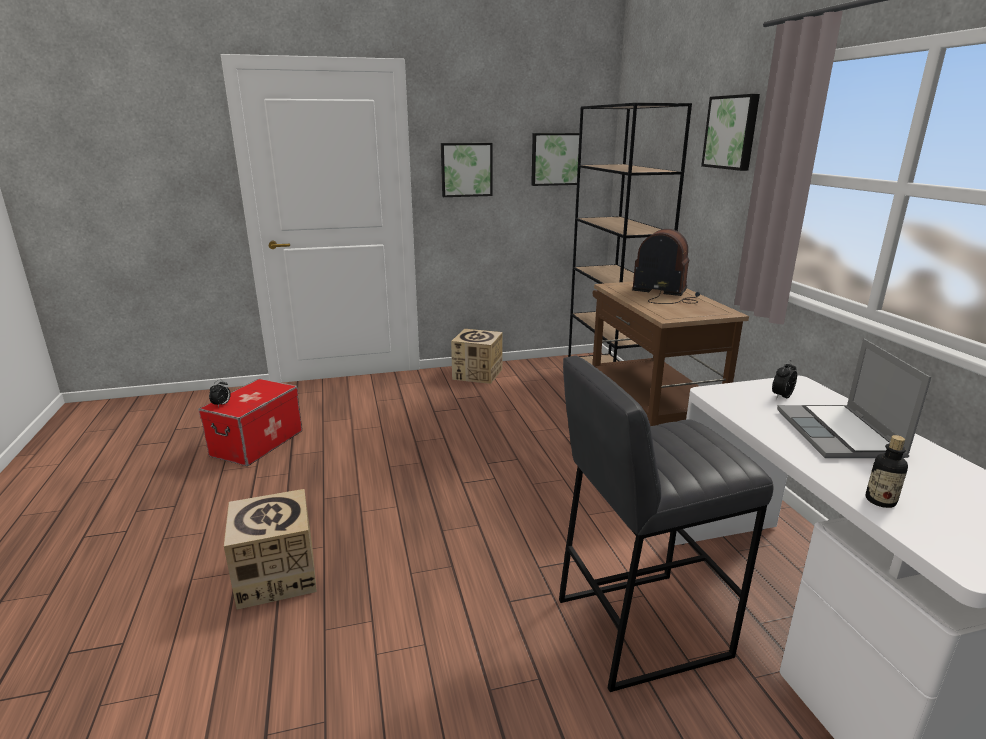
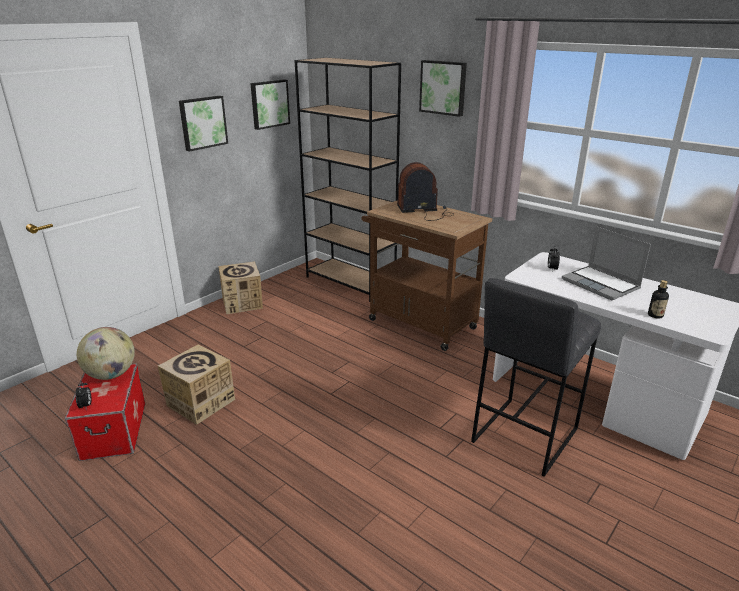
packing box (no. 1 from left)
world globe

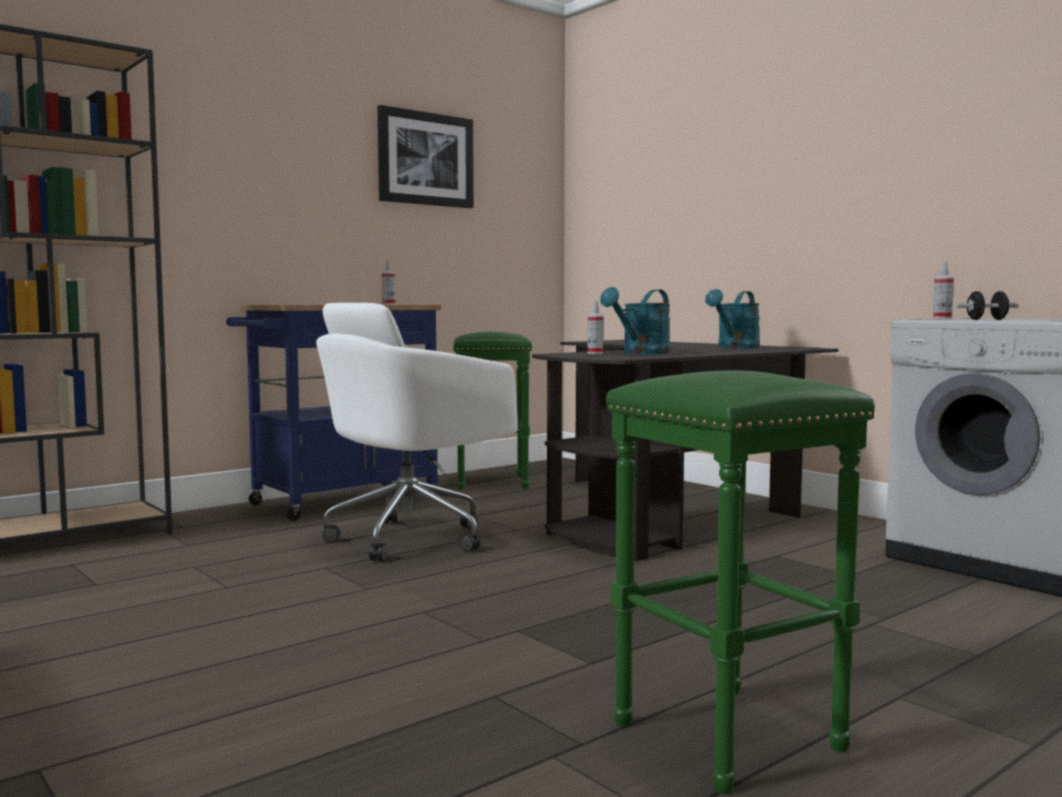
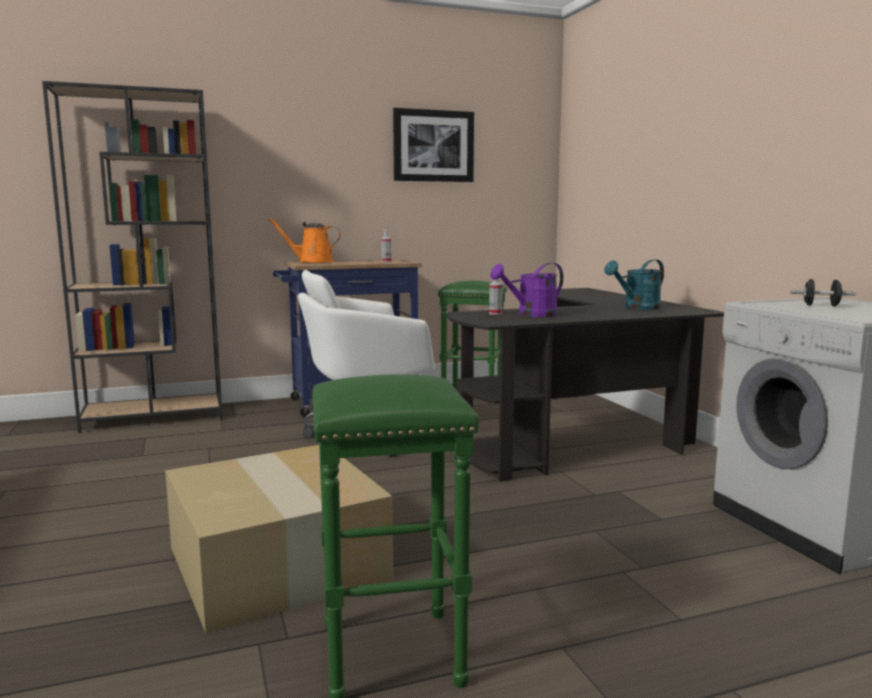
hand sprayer (no. 3 from left in the first image)
purple sprinkling can
orange-coloured sprinkling can
packing box

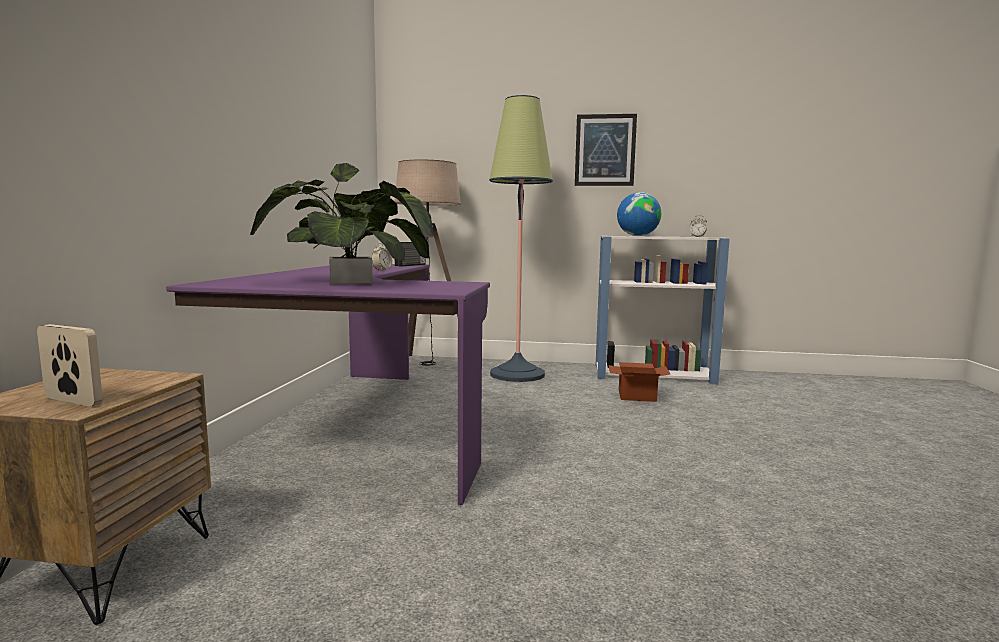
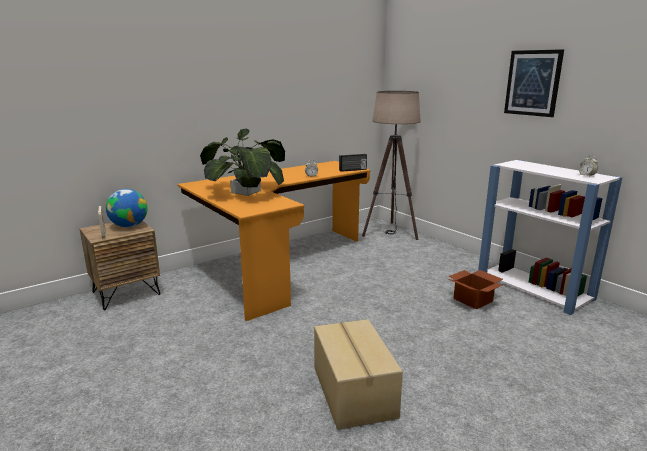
floor lamp (no. 2 from left in the first image)
world globe
orange-coloured desk unit
packing box (no. 1 from left)

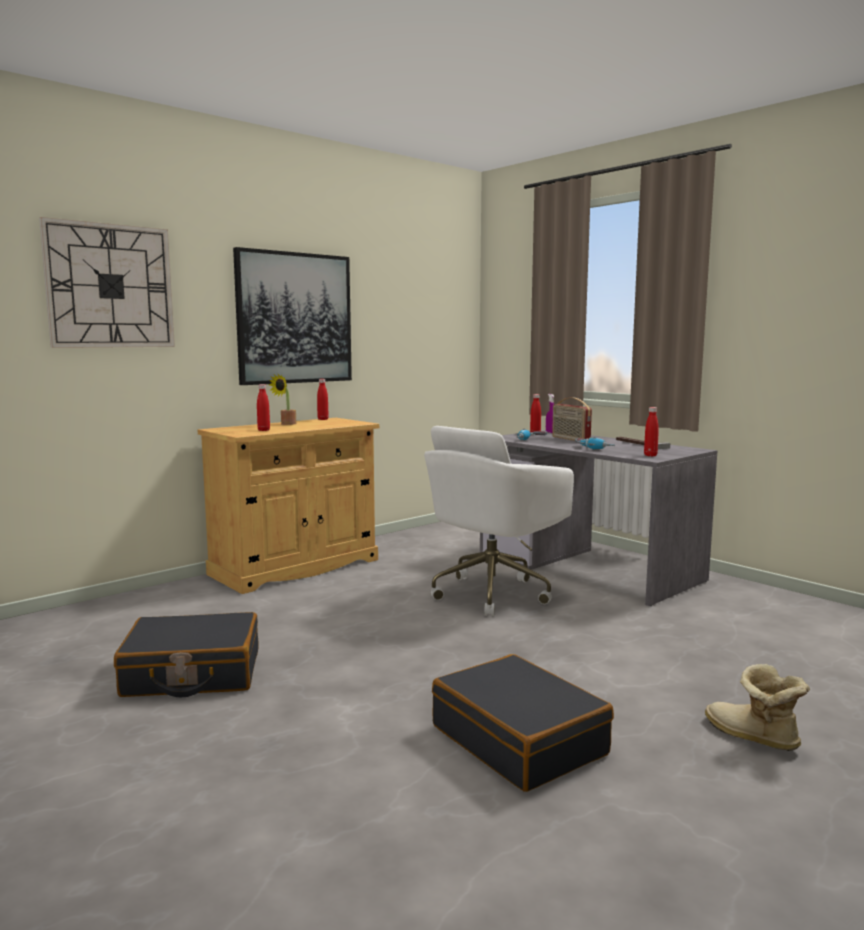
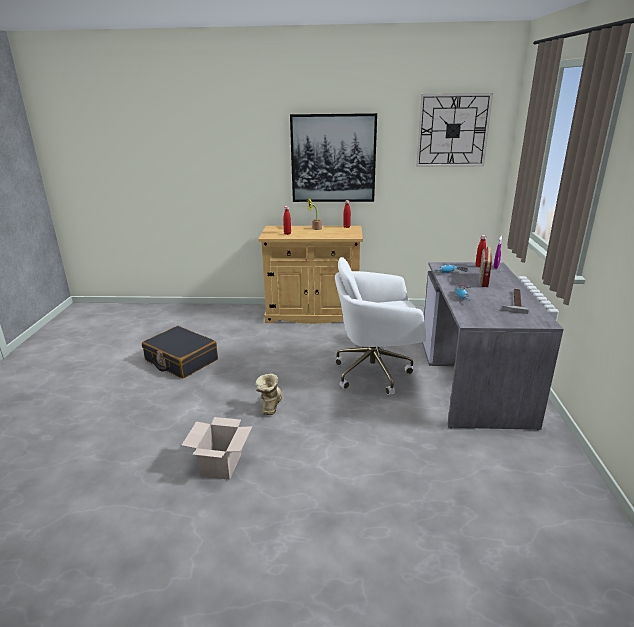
hanging clock
reddish drink bottle (no. 4 from left in the first image)
packing box
high-top boot

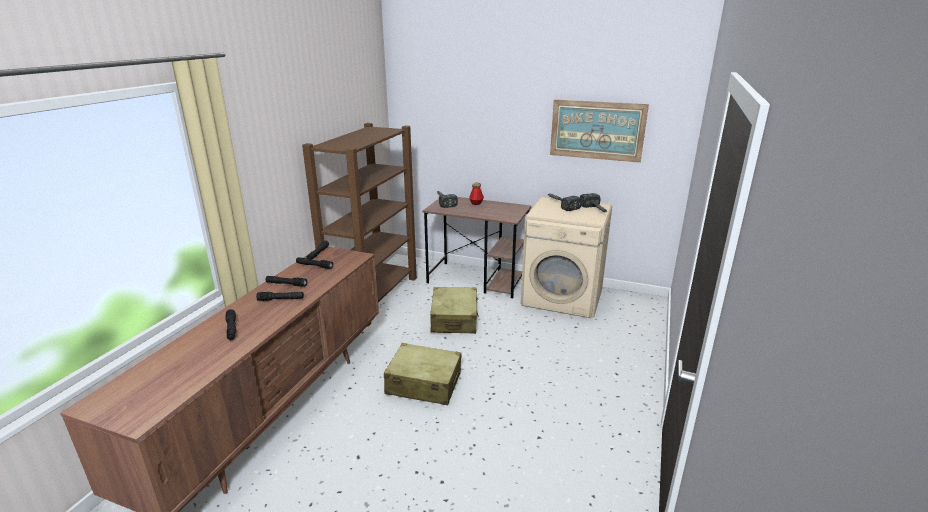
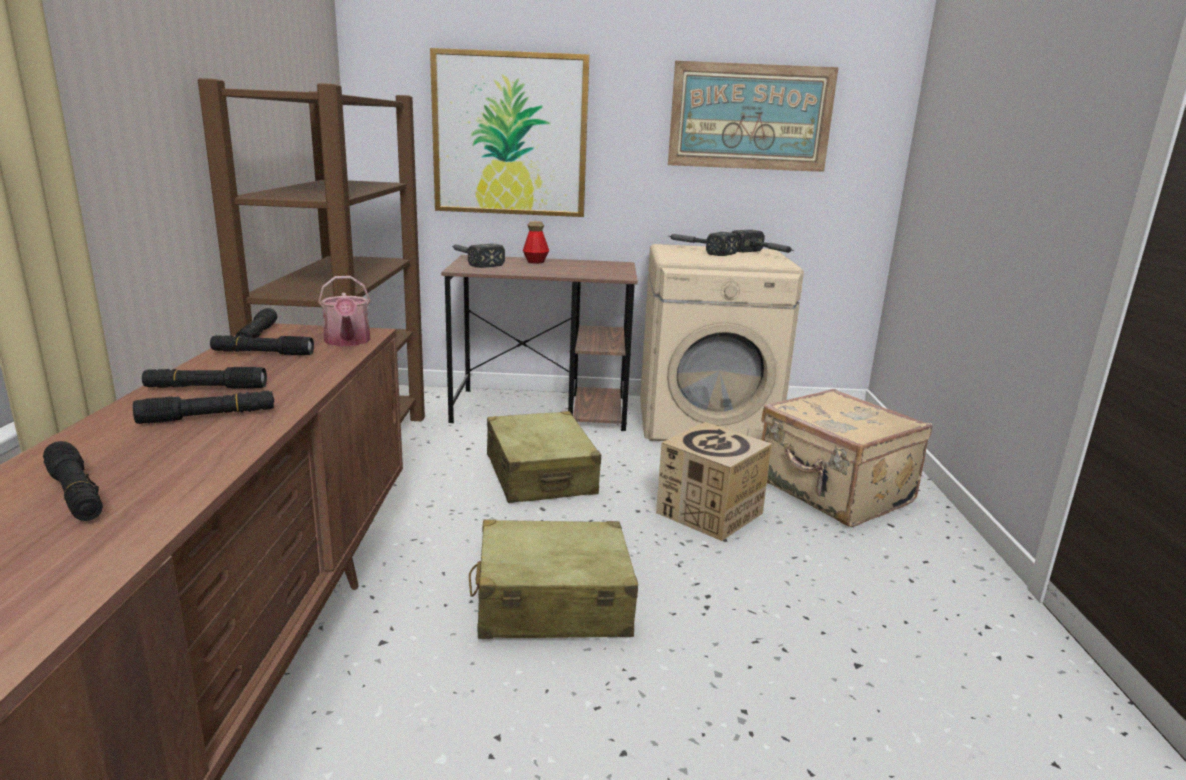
picture (no. 1 from left)
sprinkling can
beige-coloured piece of luggage (no. 3 from left)
packing box

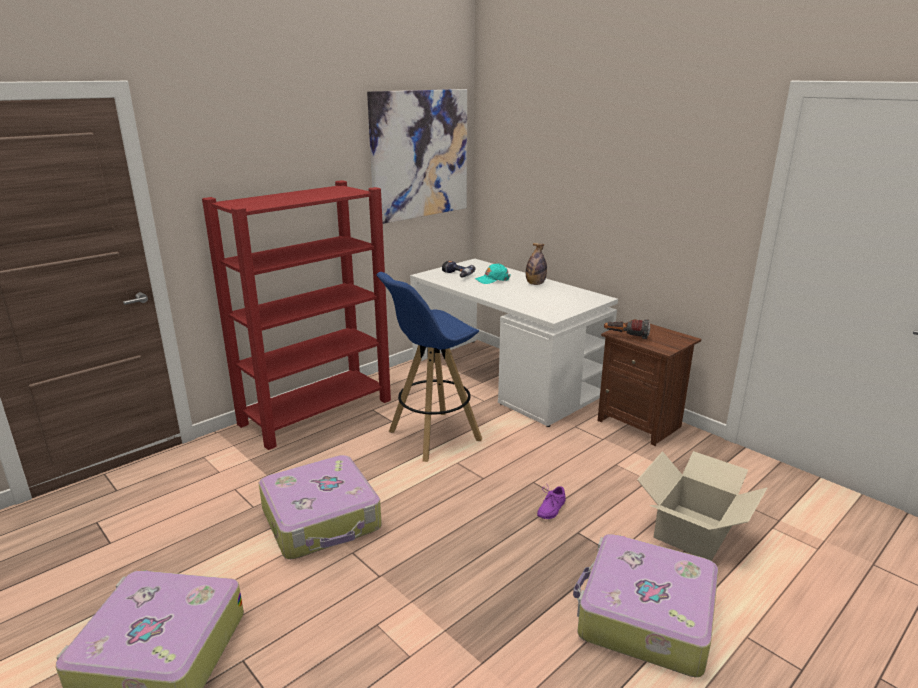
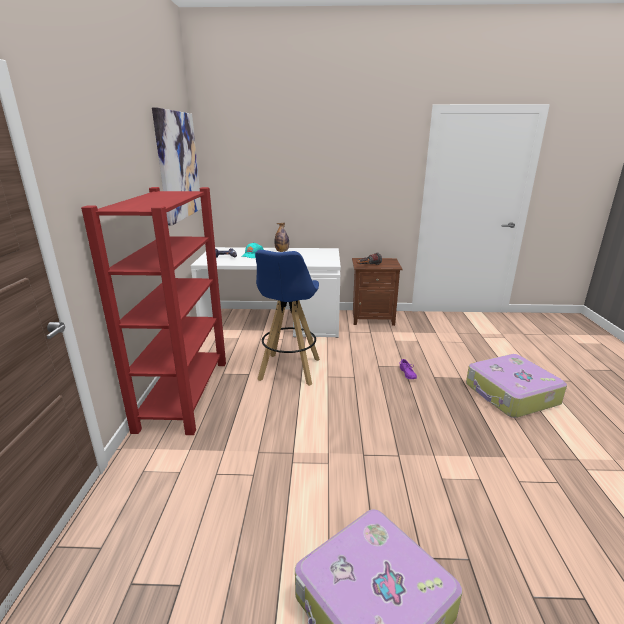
packing box
piece of luggage (no. 2 from left in the first image)

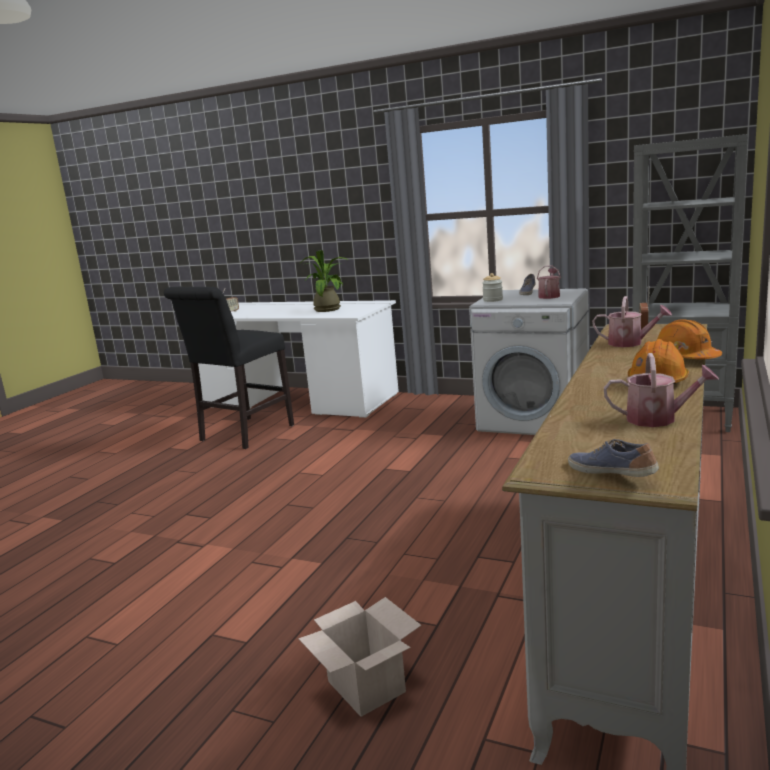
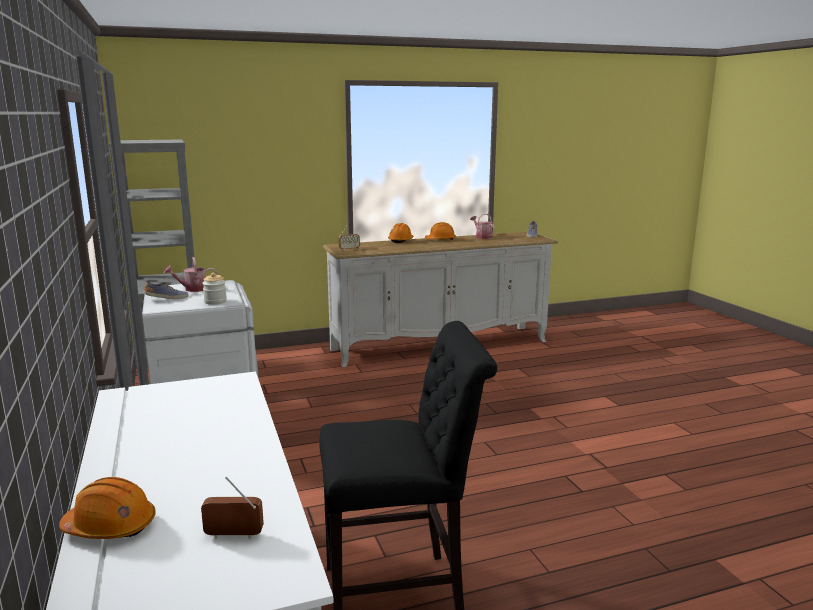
houseplant
sprinkling can (no. 2 from left in the first image)
packing box
orange-coloured work helmet (no. 1 from left)

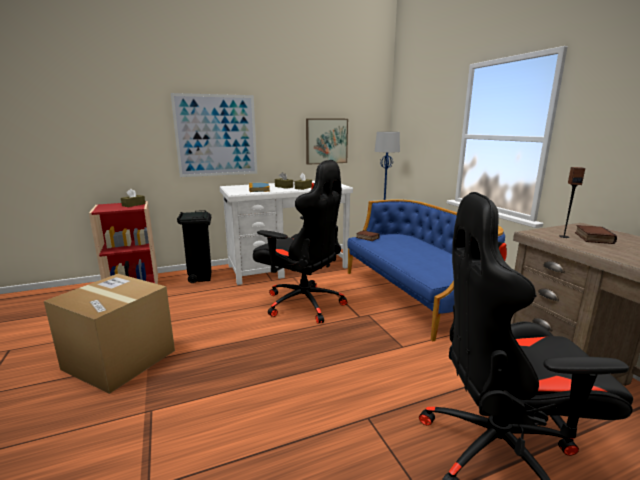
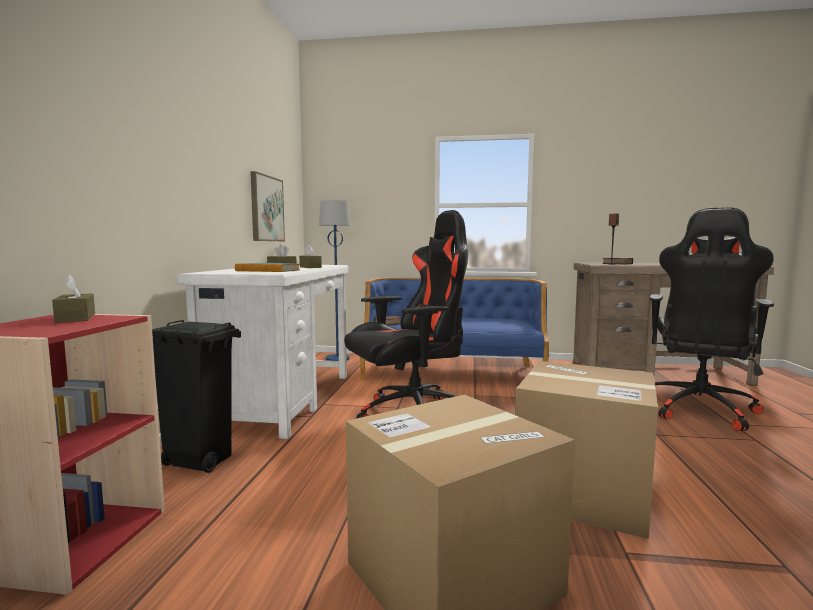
picture (no. 1 from left in the first image)
packing box (no. 2 from left)

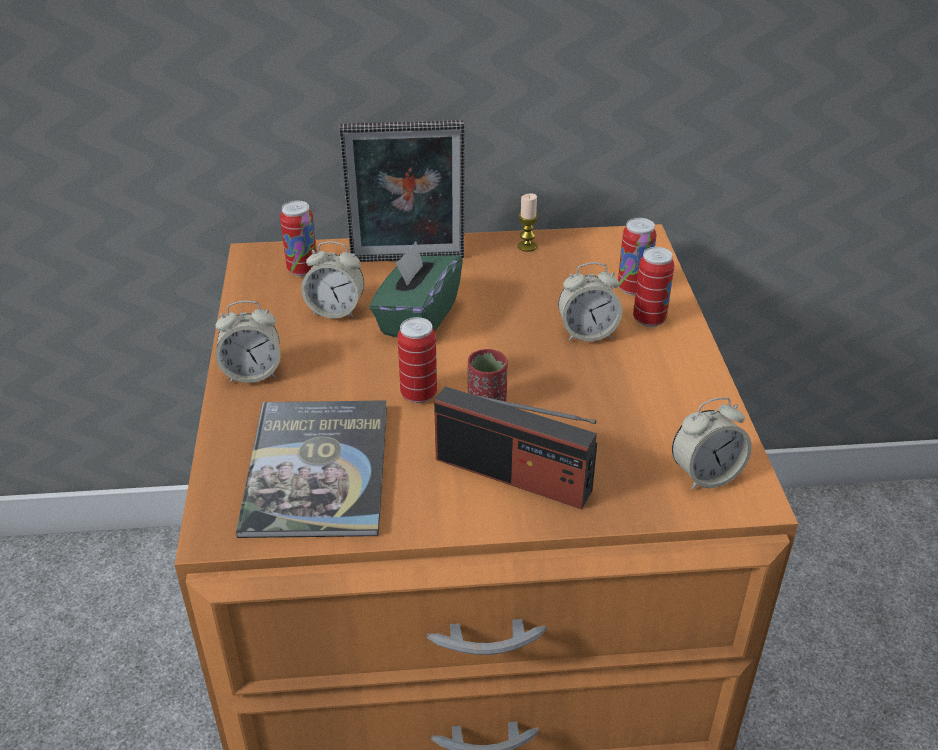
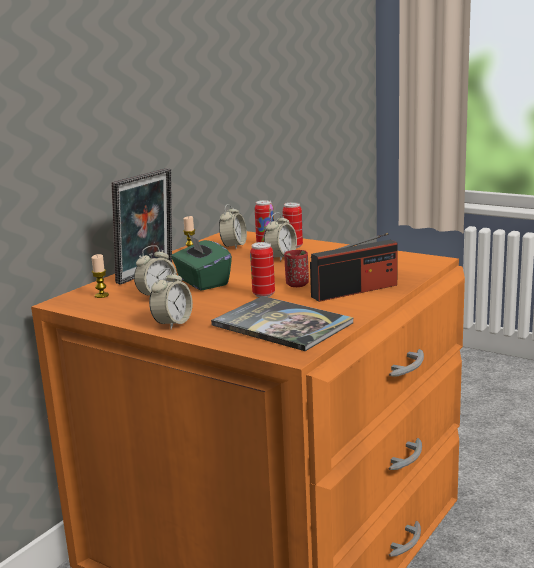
wax candle (no. 1 from left)
bedside clock (no. 3 from left)

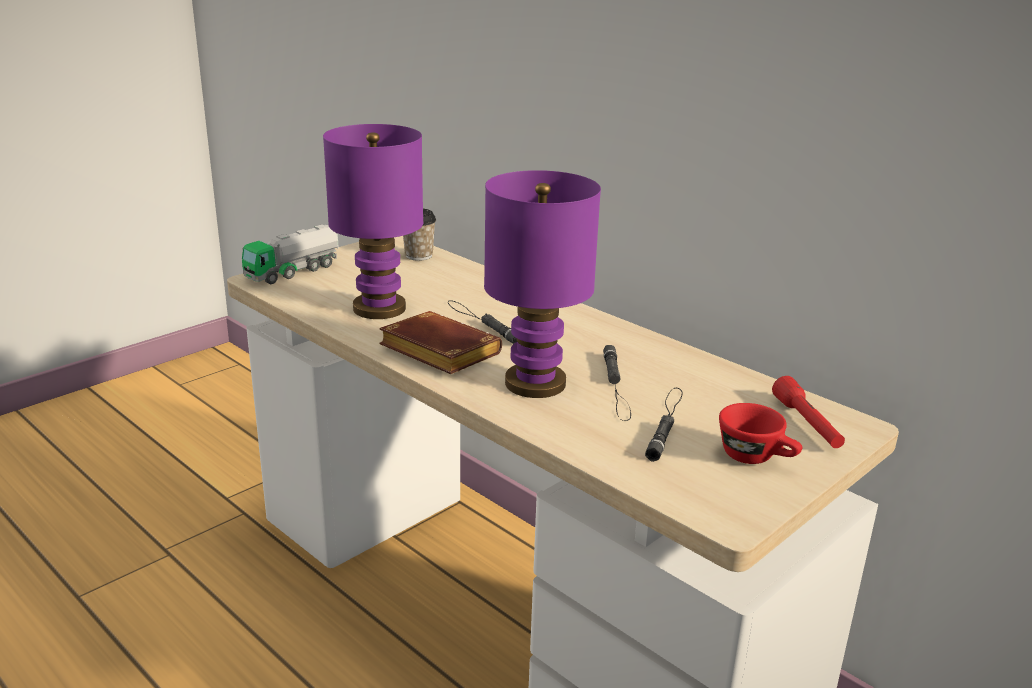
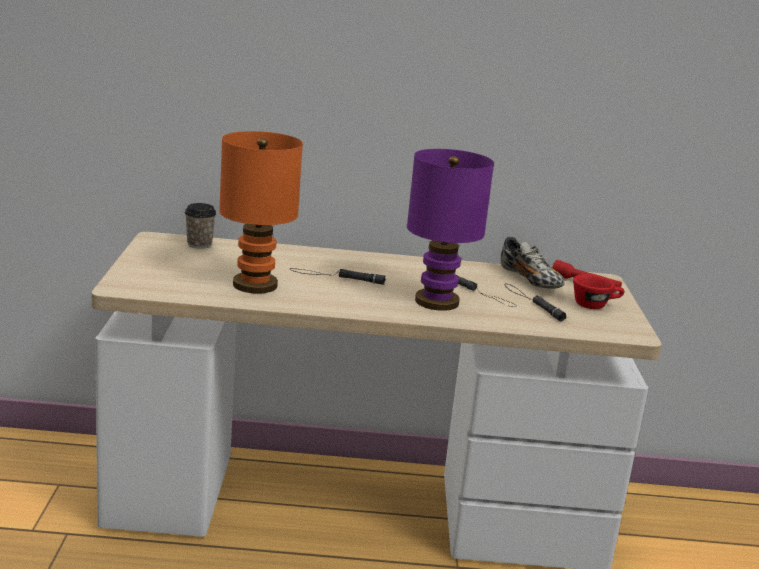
orange-coloured lamp for a table
toy lorry
brown bound book
shoe

